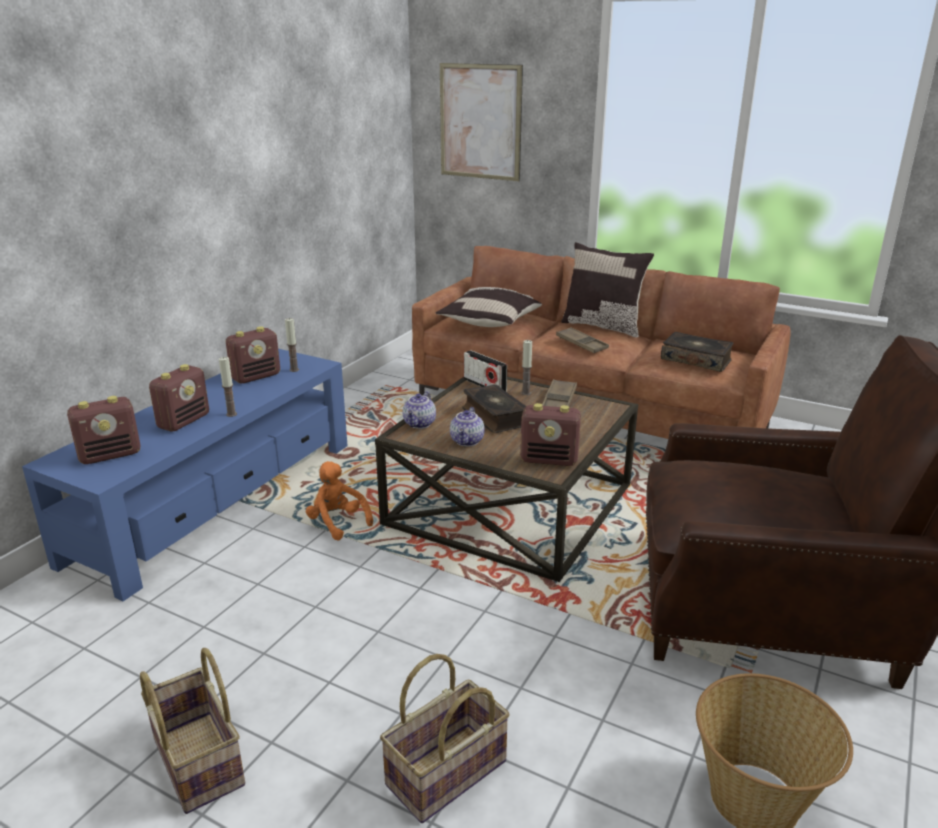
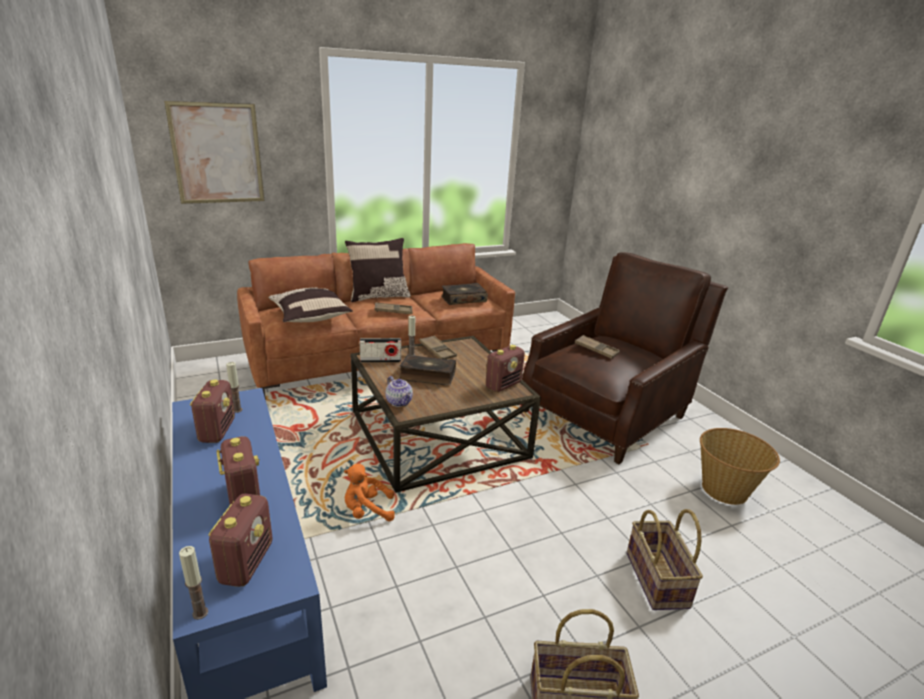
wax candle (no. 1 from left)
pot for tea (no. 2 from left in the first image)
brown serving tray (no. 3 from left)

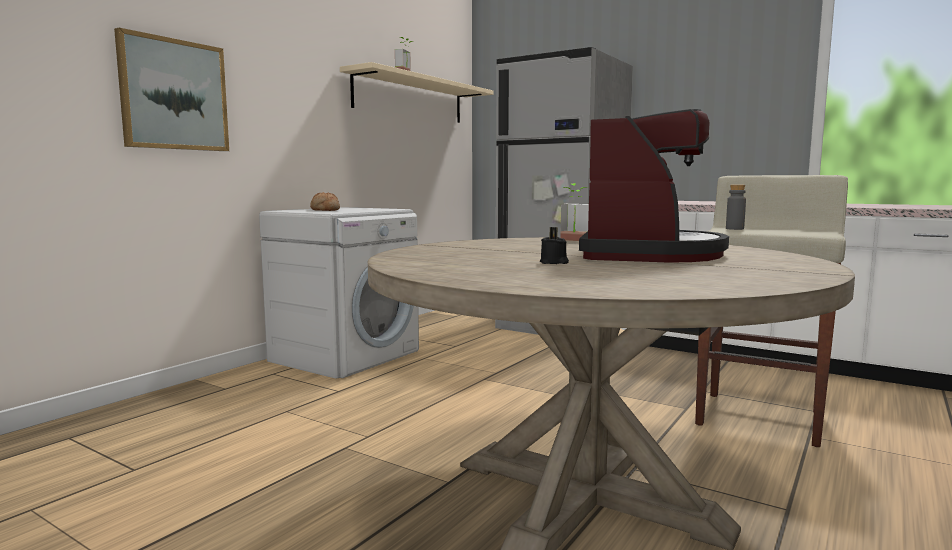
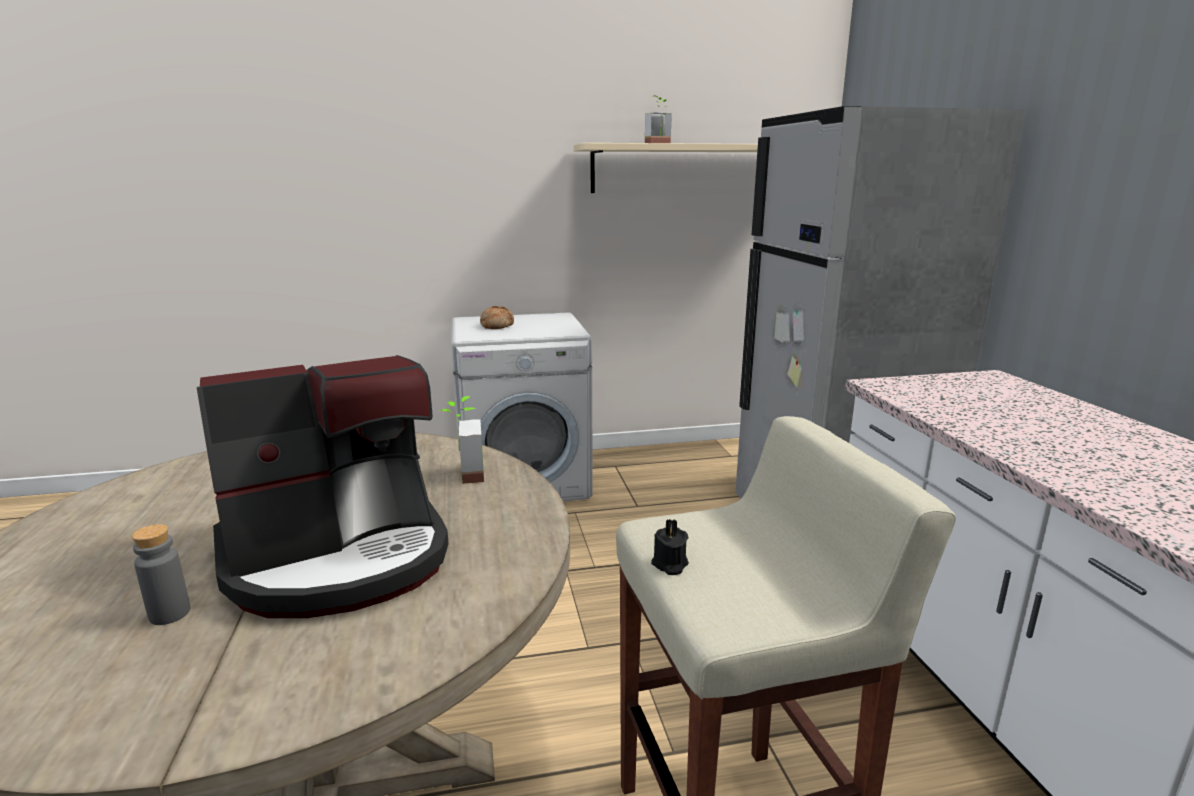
picture
grey drink bottle
black wax candle

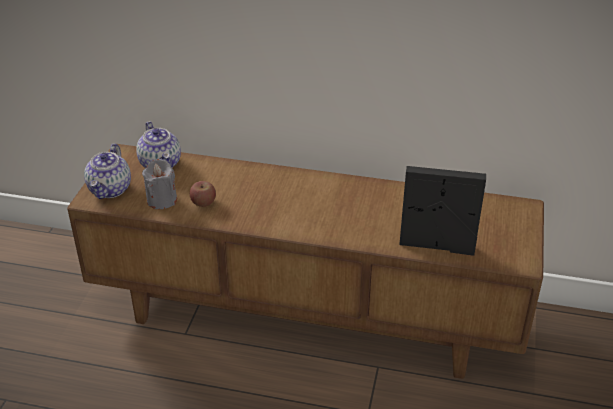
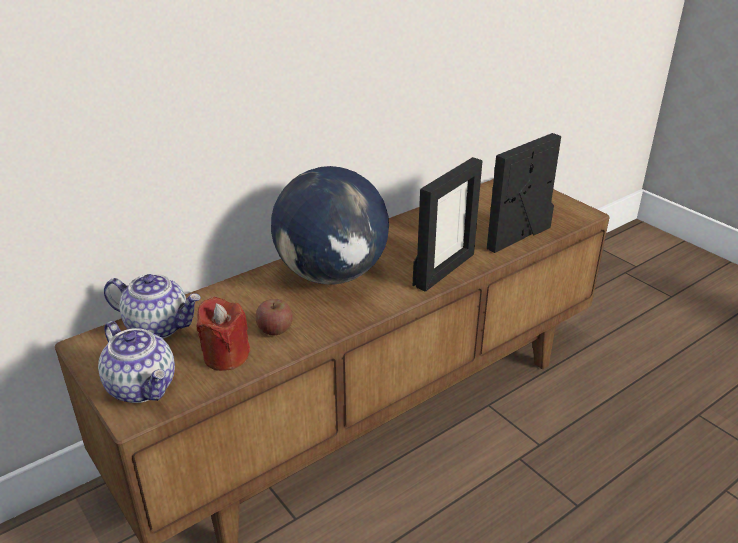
reddish wax candle
standing frame (no. 1 from left)
world globe

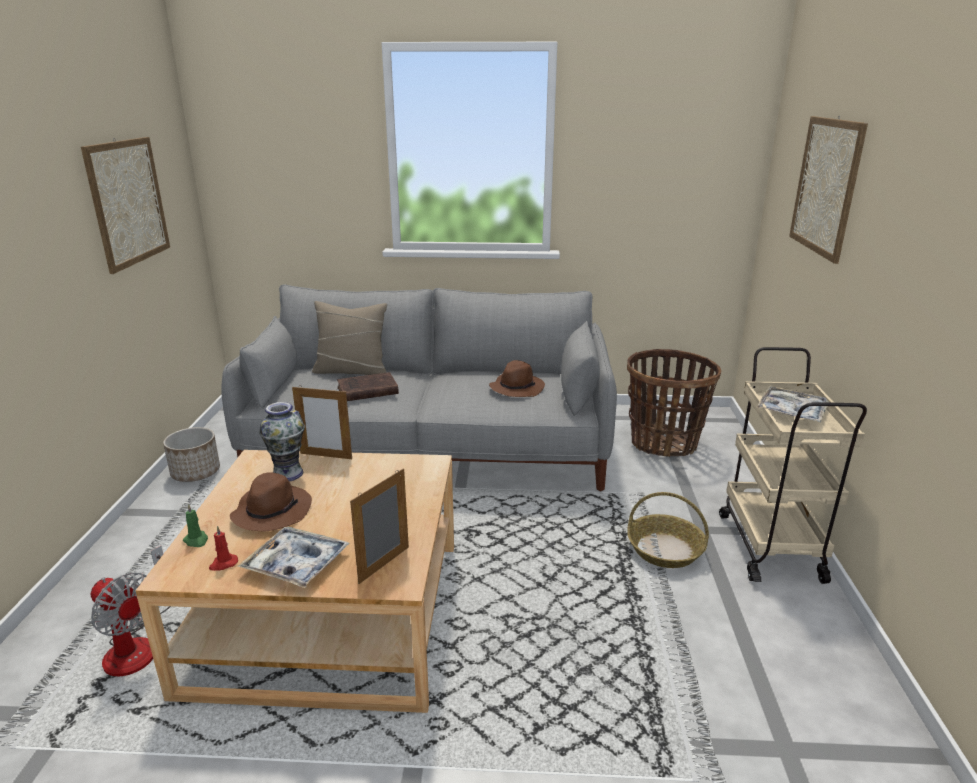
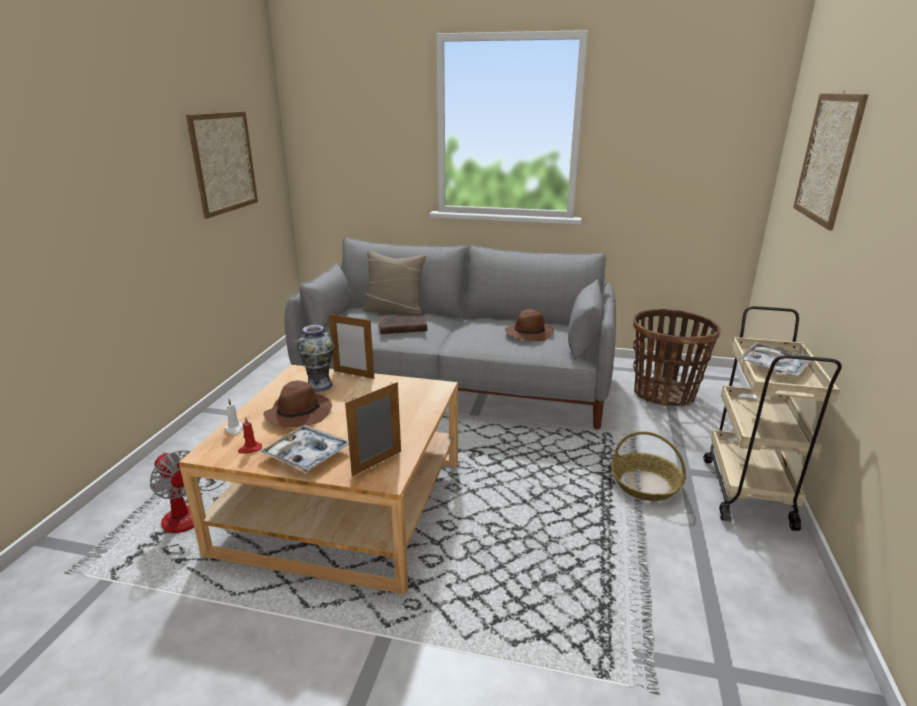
plant pot
white-coloured wax candle

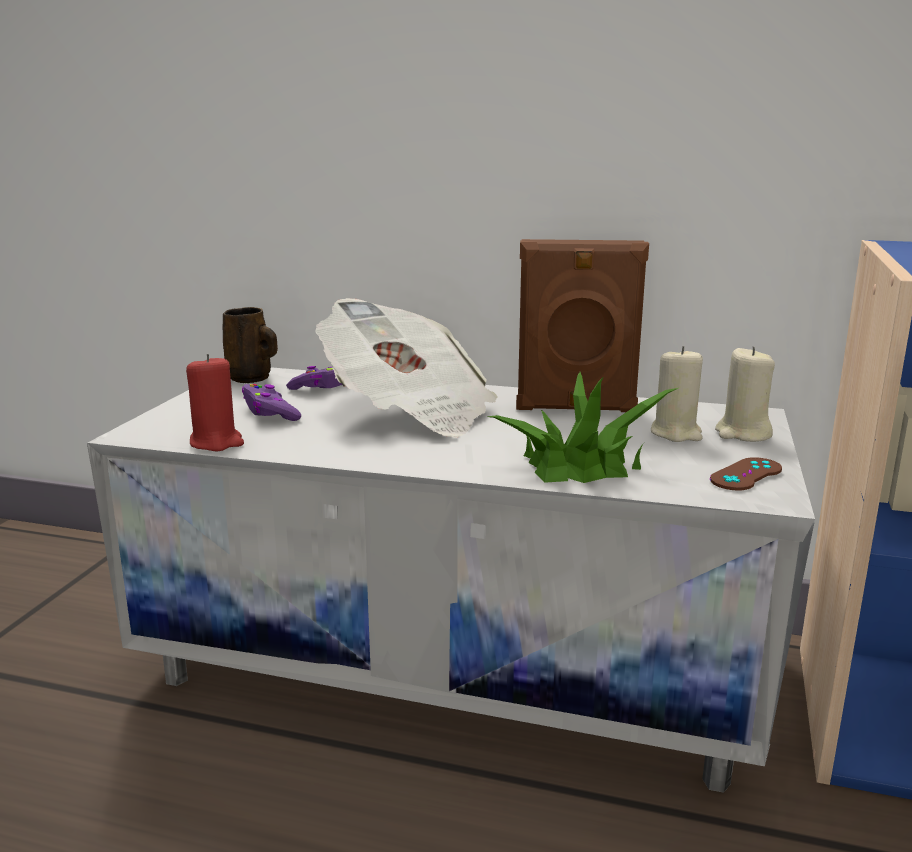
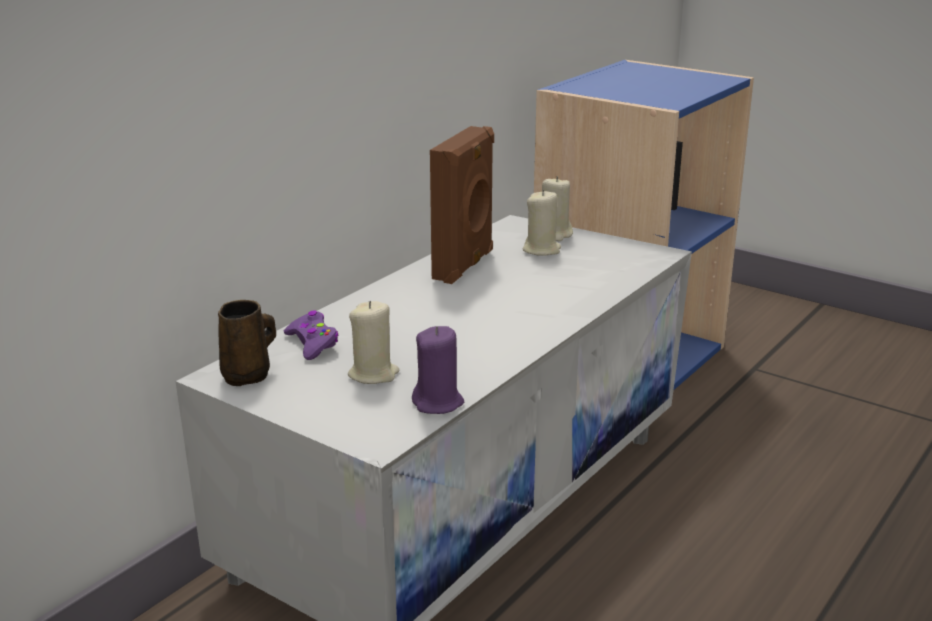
newspaper
purple wax candle
houseplant
beige-coloured wax candle (no. 1 from left)
brown gamepad

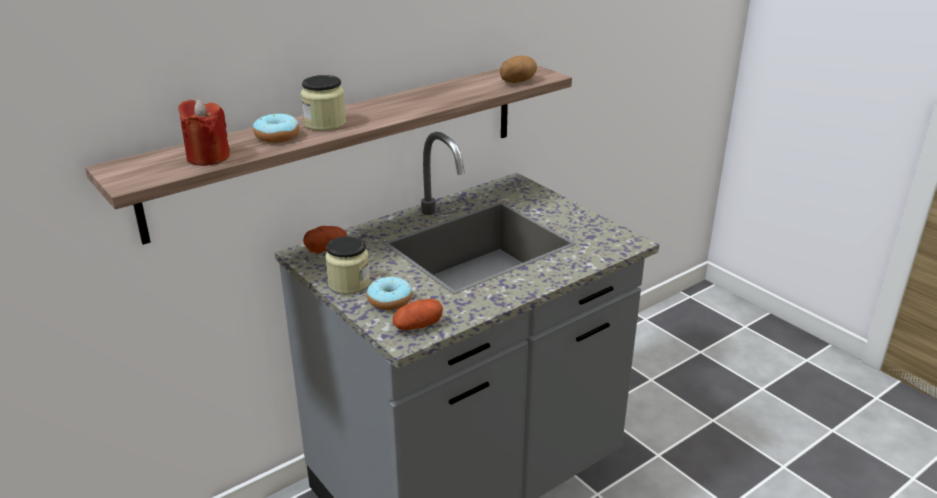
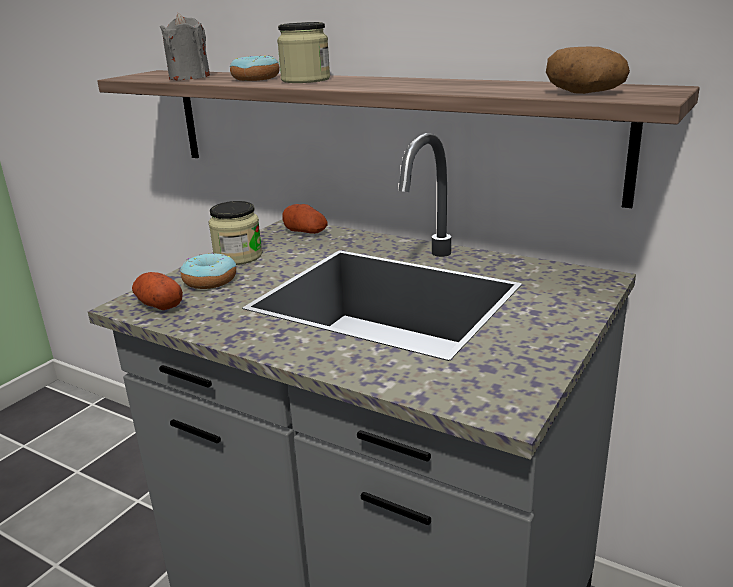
grey wax candle

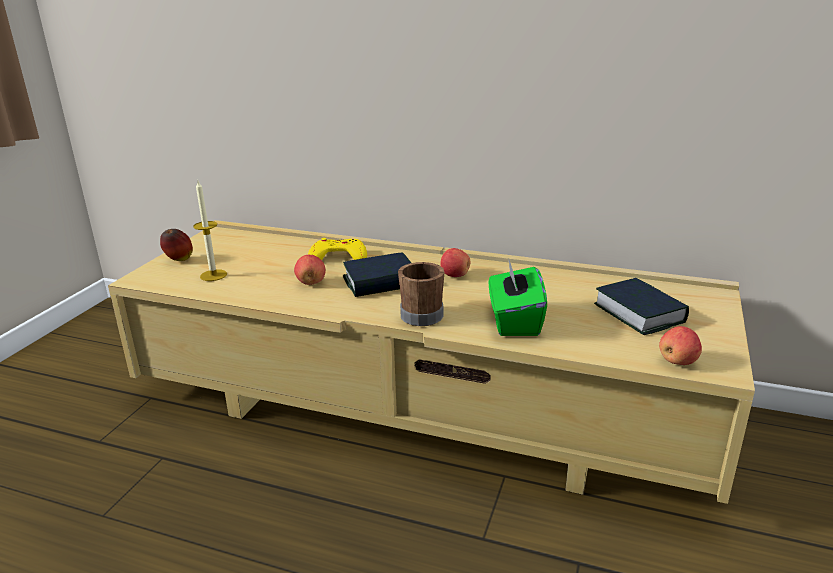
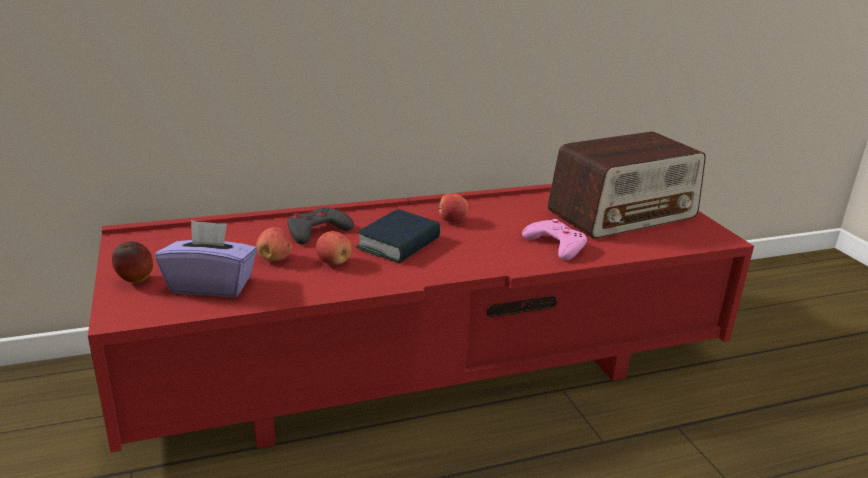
purple tissue box
reddish tv unit
grey gamepad
pink-coloured gamepad
brown coffee mug
radio set
apple fruit (no. 2 from left)

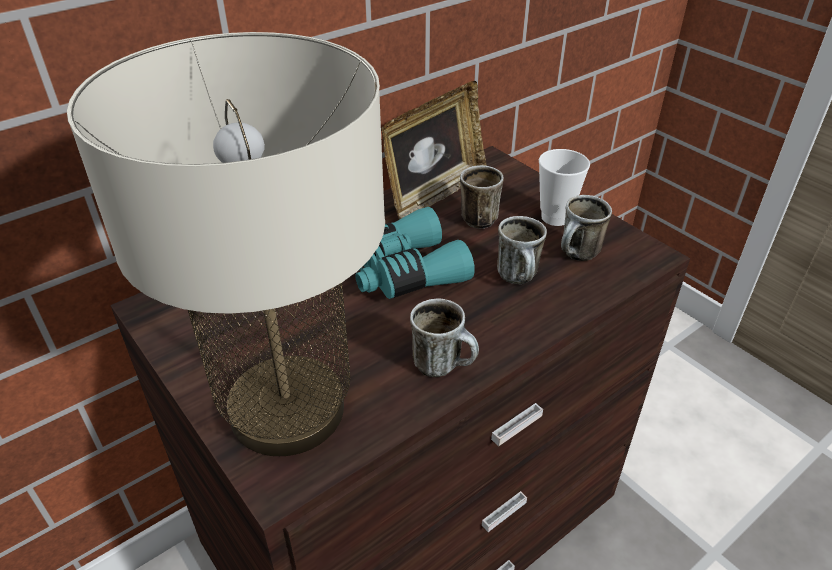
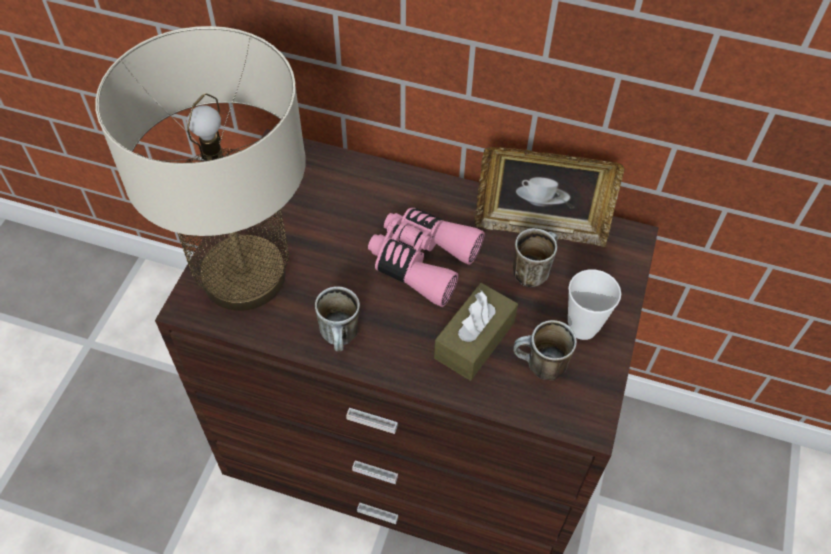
pink-coloured field glasses
brown tissue box

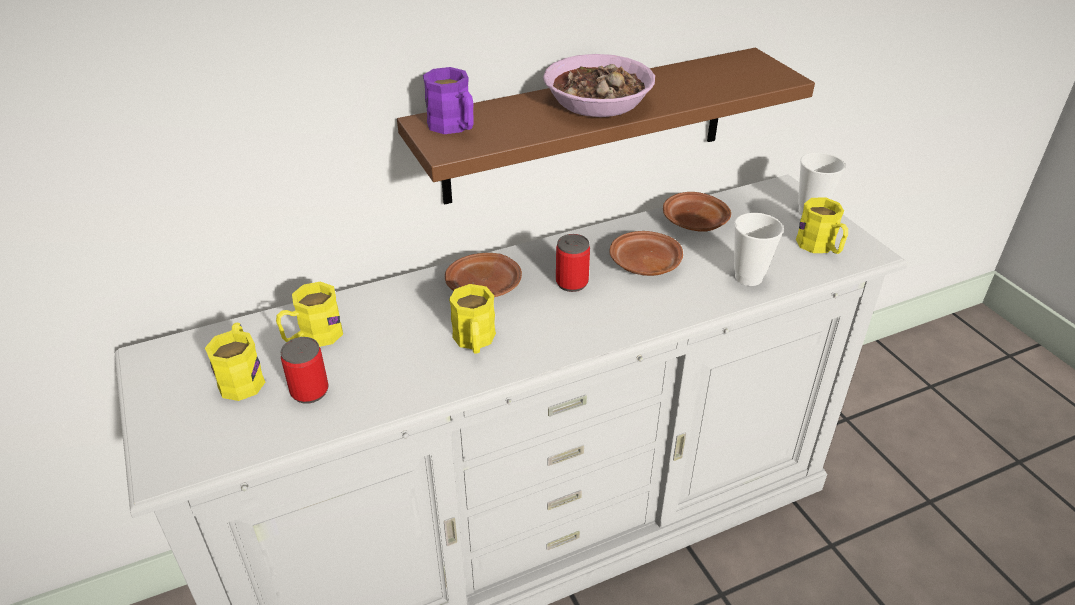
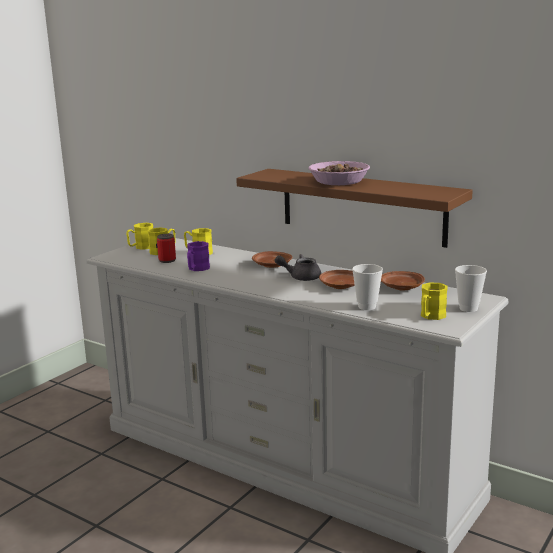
purple coffee mug
grey pot for tea
yellowish coffee mug (no. 1 from left)

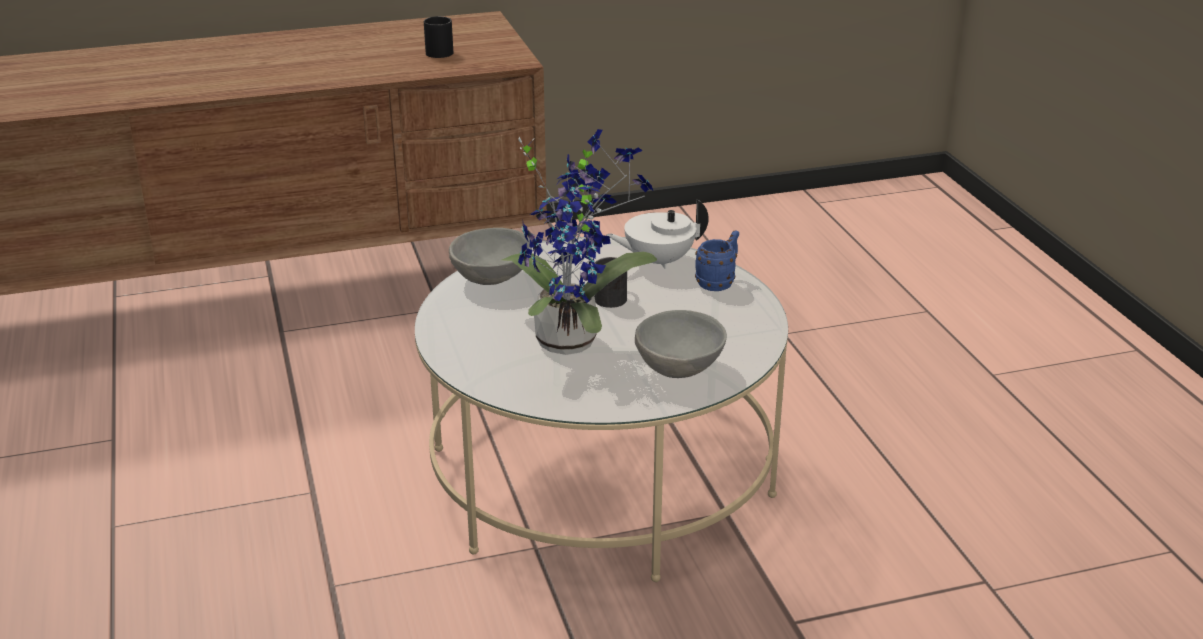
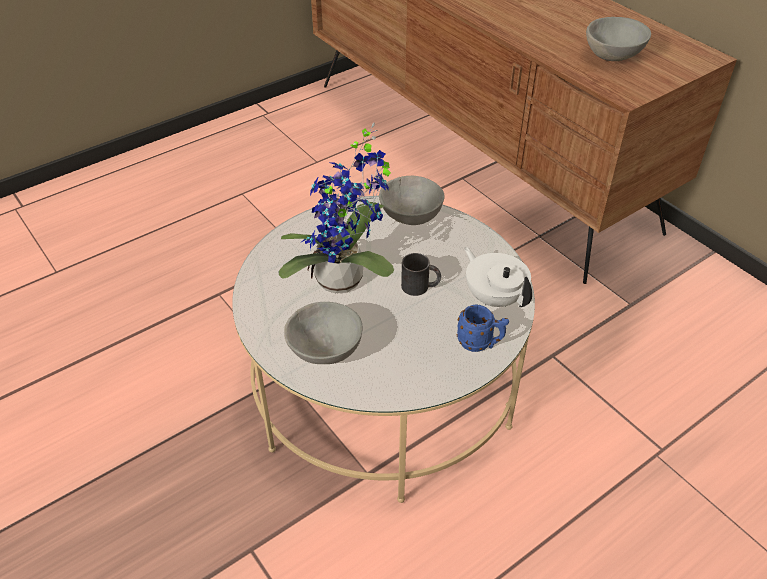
grey deep dish (no. 3 from left)

